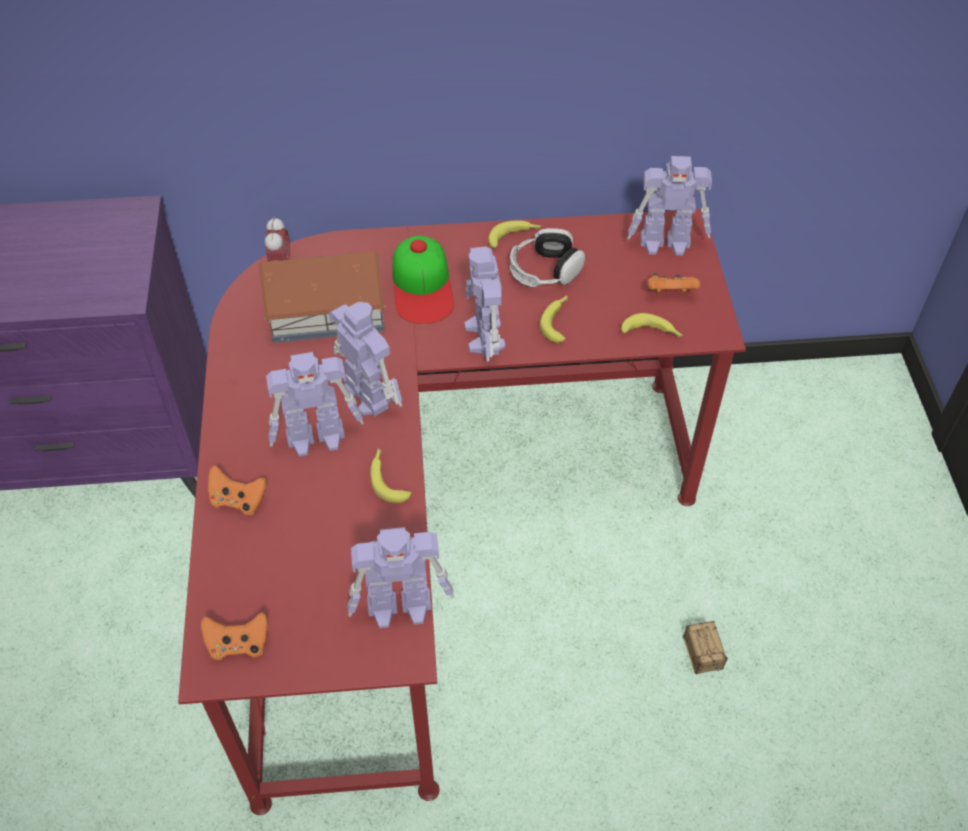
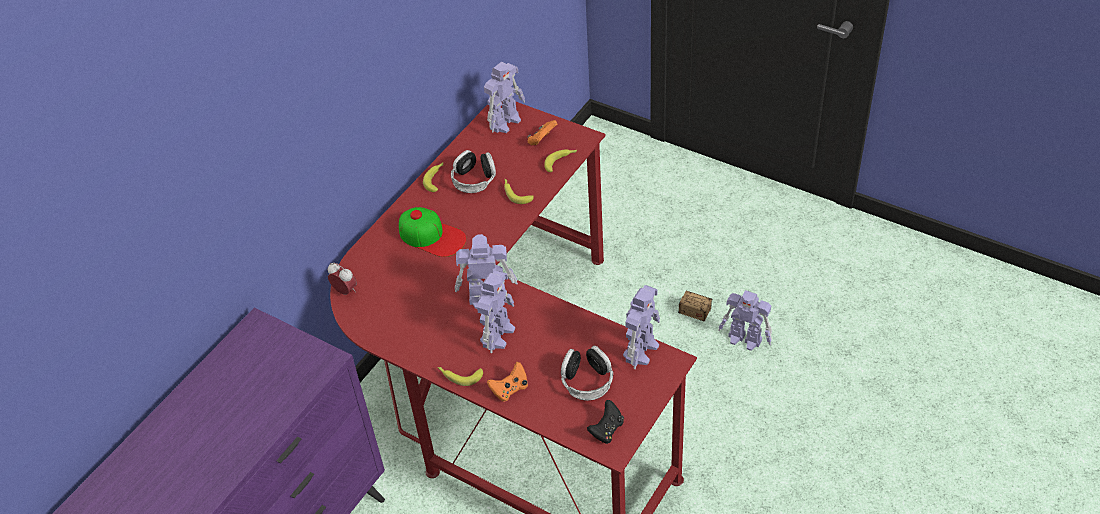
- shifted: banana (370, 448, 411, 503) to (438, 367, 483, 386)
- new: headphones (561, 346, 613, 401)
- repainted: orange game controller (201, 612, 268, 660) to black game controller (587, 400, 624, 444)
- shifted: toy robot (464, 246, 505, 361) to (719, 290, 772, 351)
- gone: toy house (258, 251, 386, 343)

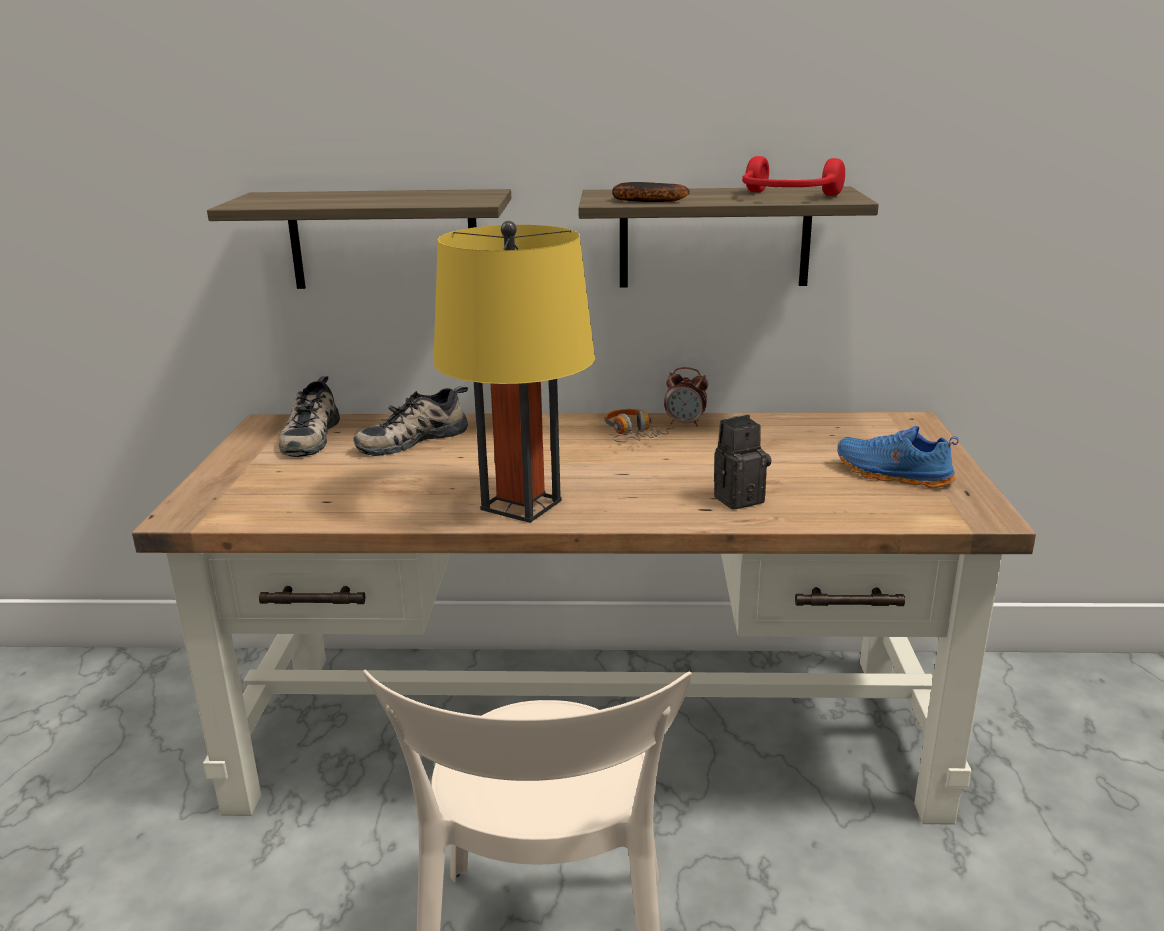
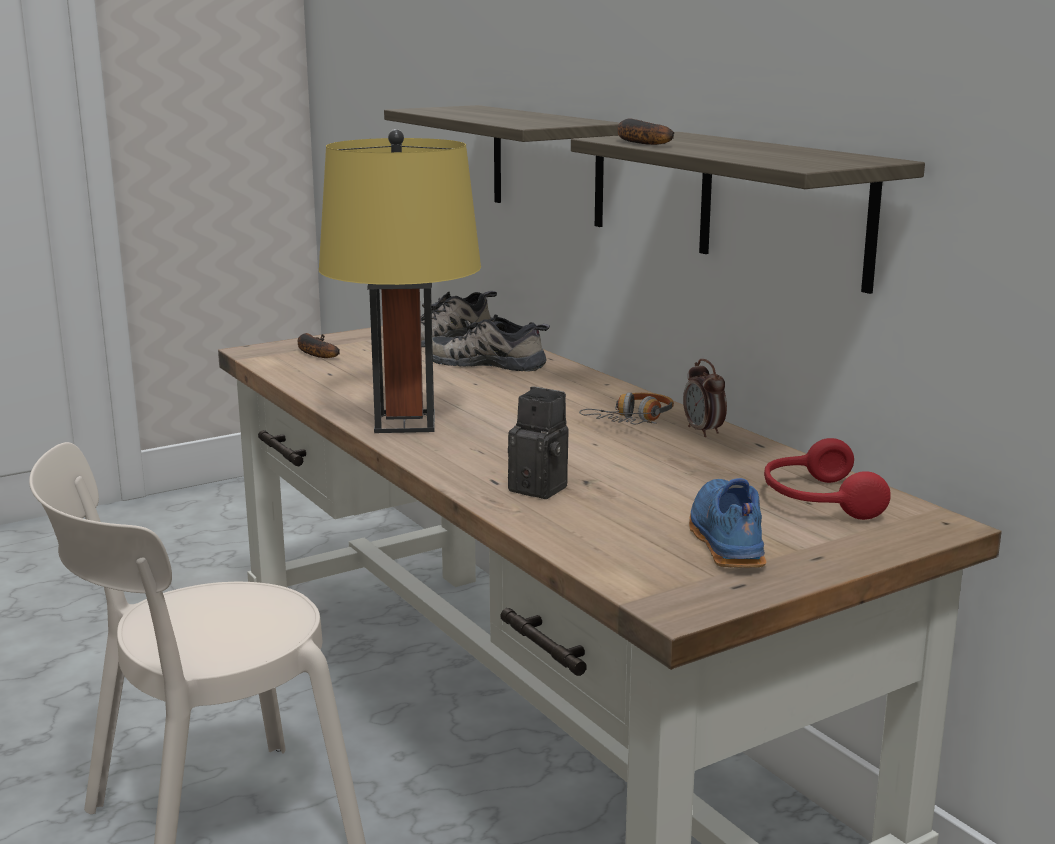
- new: banana (298, 333, 340, 358)
- shifted: red headphones (742, 156, 845, 196) to (764, 438, 891, 520)

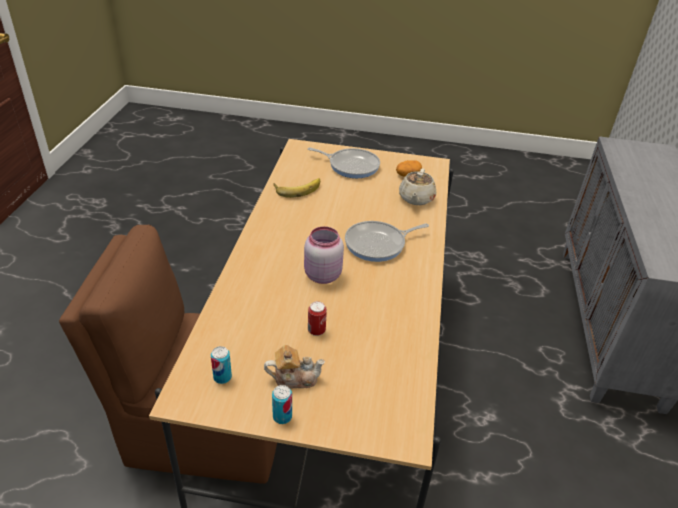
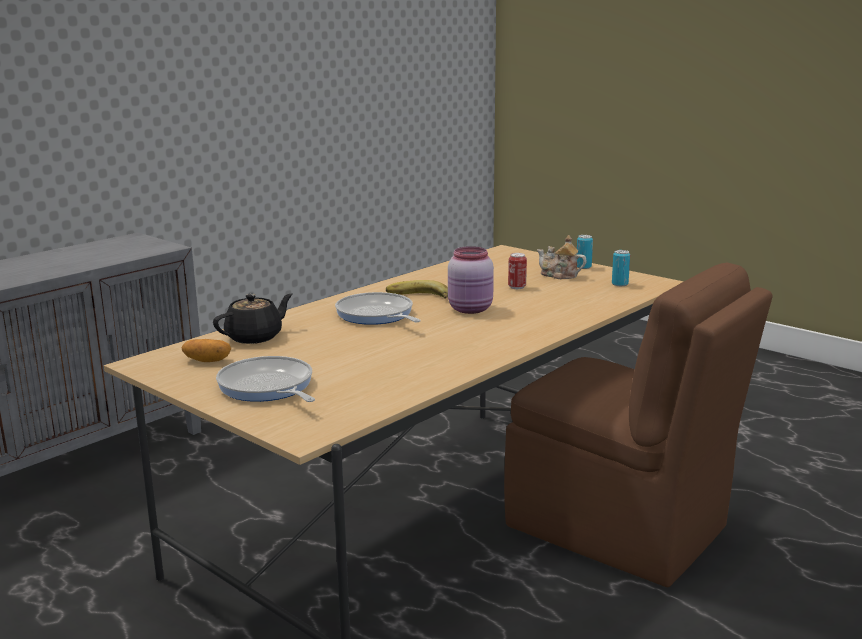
- repainted: beige teapot (399, 169, 436, 205) to black teapot (213, 294, 293, 344)
- rotated: frying pan (345, 221, 429, 262) = (335, 292, 421, 325) 135 degrees counterclockwise
- shifted: banana (274, 178, 320, 198) to (386, 280, 448, 299)

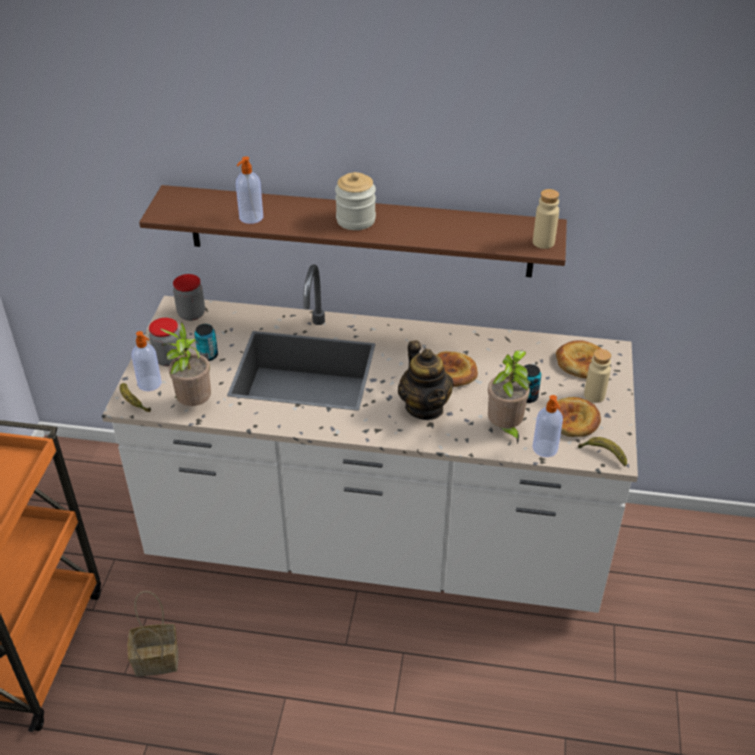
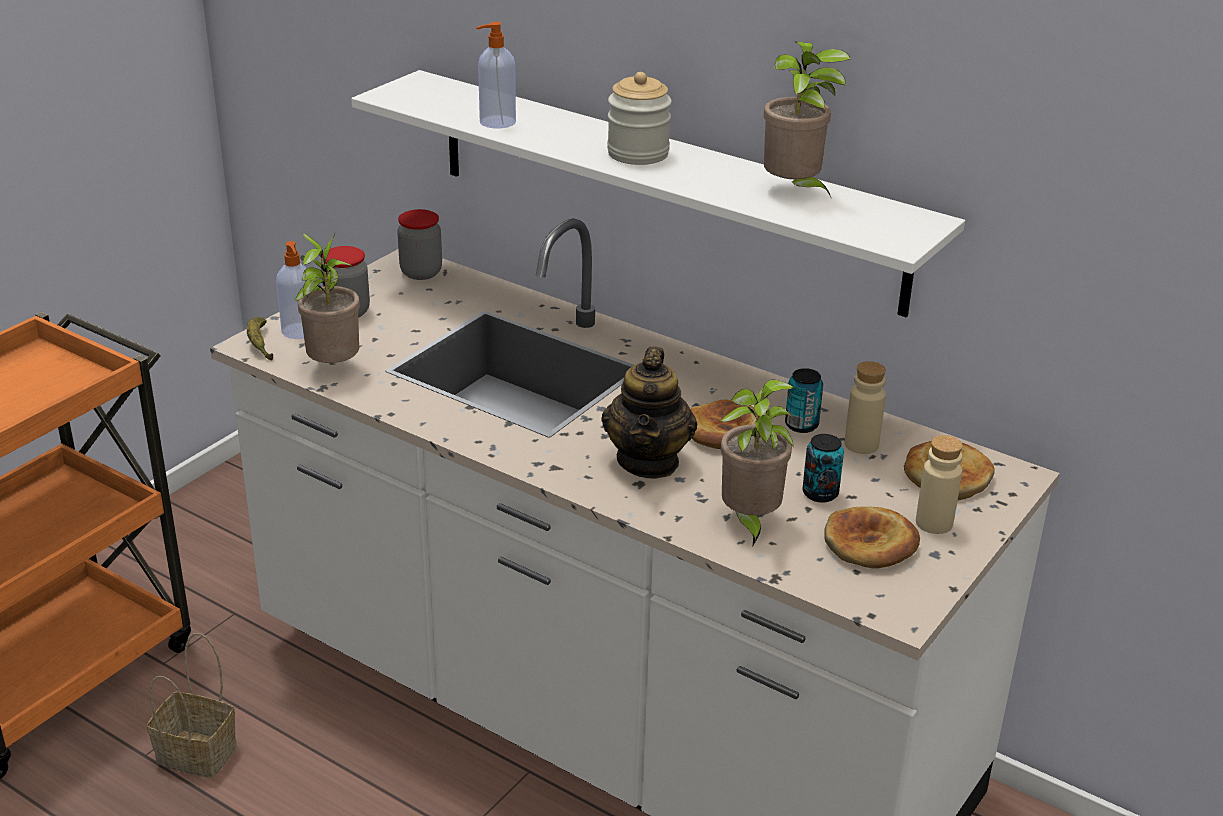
- repainted: brown shelf (139, 185, 567, 277) to white shelf (351, 70, 965, 317)
- new: potted plant (764, 42, 851, 197)
- shifted: can (194, 324, 218, 361) to (785, 368, 823, 433)
- shifted: beige bottle (533, 189, 559, 249) to (845, 361, 886, 454)
- gone: soap dispenser (533, 395, 563, 457)
- gone: banana (578, 437, 627, 466)

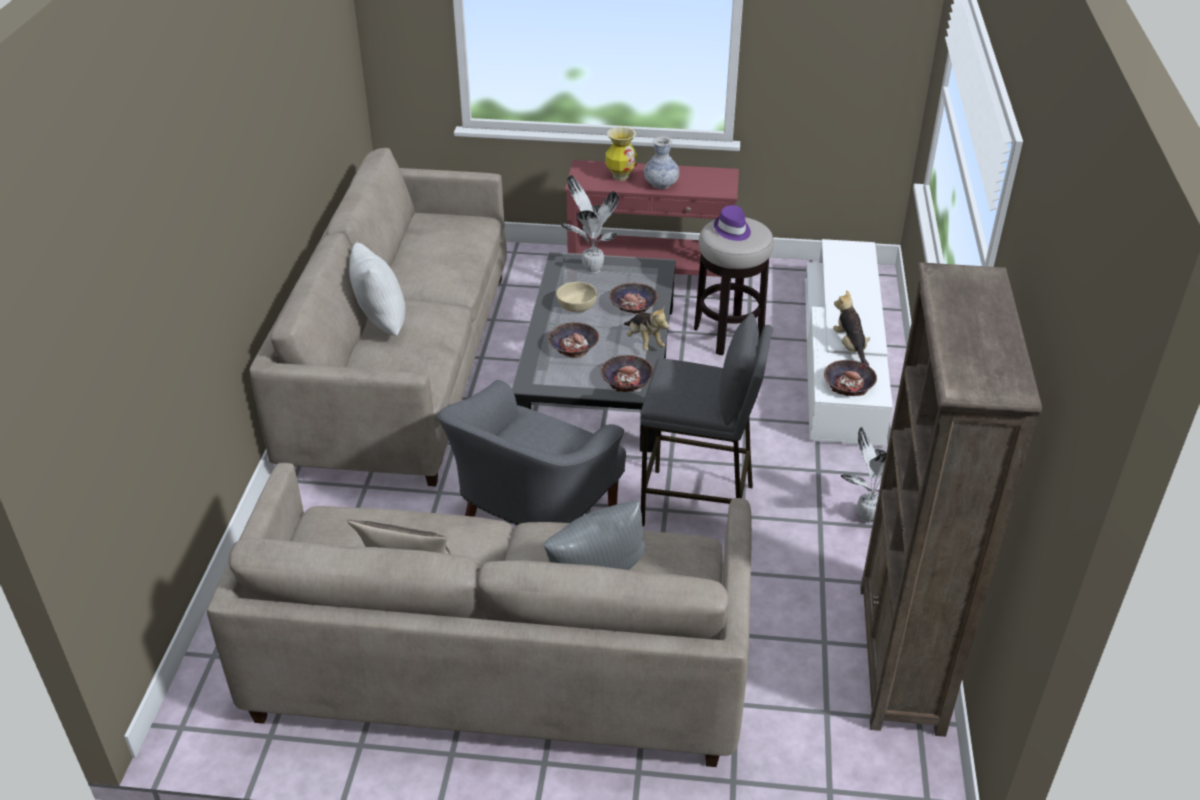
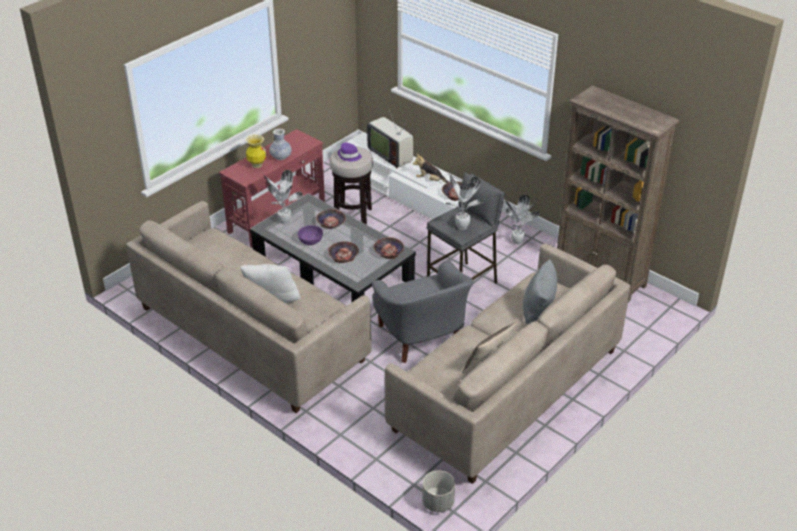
- repainted: beige bowl (556, 282, 597, 312) to purple bowl (298, 225, 323, 245)
- new: television (367, 110, 413, 169)
- new: grey planter (422, 471, 455, 512)
- new: potted plant (445, 174, 485, 230)
- gone: plush toy (624, 306, 669, 351)

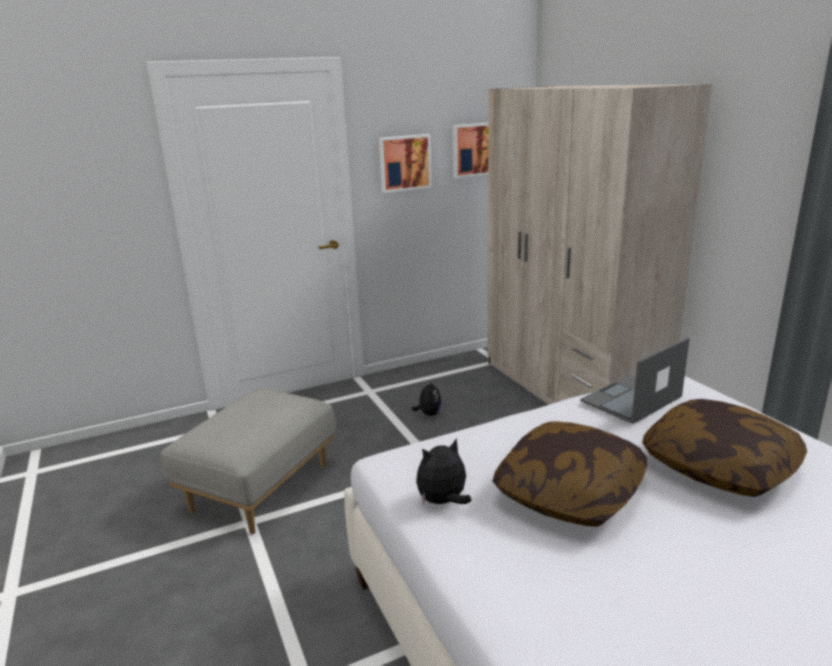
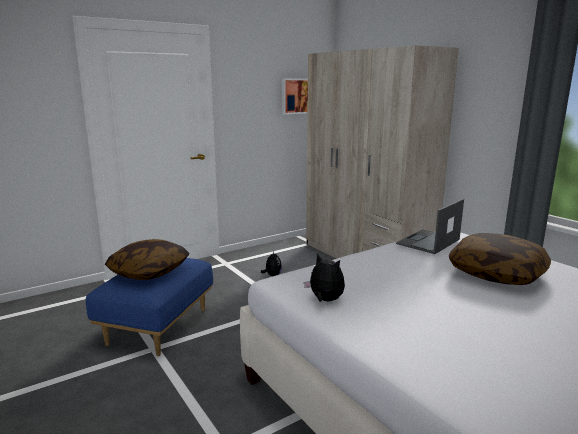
- repainted: grey ottoman (161, 388, 336, 534) to blue ottoman (86, 258, 213, 356)
- shifted: pillow (492, 421, 647, 527) to (105, 239, 190, 280)
- rotated: plush toy (416, 438, 471, 504) = (304, 253, 345, 302) 75 degrees clockwise
- gone: picture (379, 134, 432, 193)

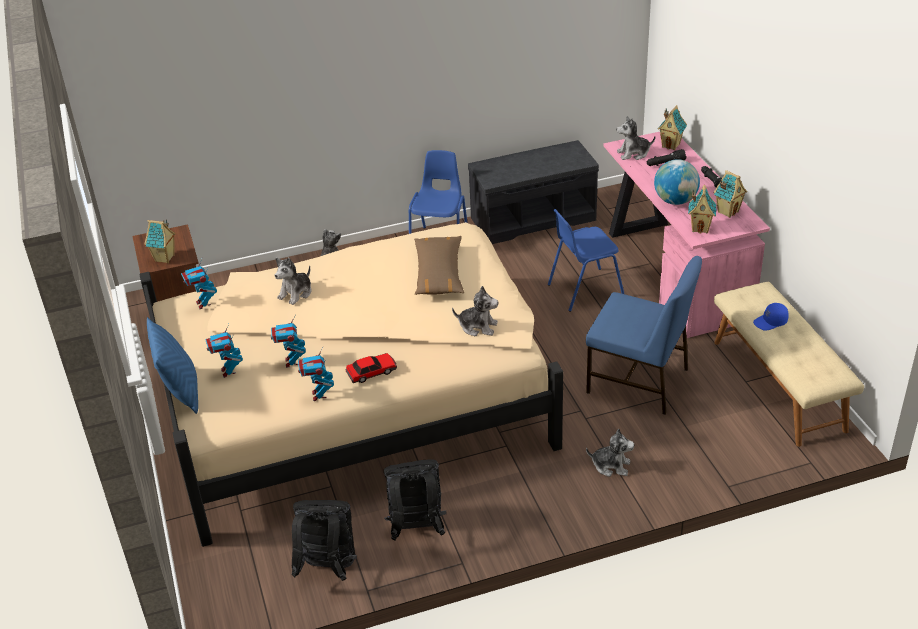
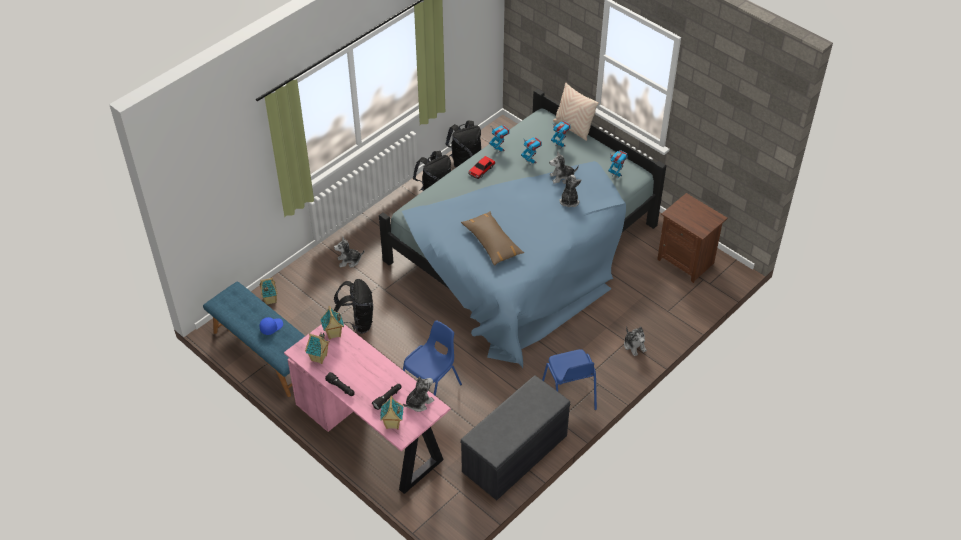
- repainted: beige bench (714, 282, 864, 447) to blue bench (203, 282, 305, 397)
- shifted: toy house (144, 219, 176, 263) to (259, 278, 278, 304)
- swapped: blue chair (586, 256, 702, 415) to black backpack (334, 279, 373, 334)
- repainted: beige bed (139, 222, 563, 547) to blue bed (379, 89, 666, 369)
- shifted: plush toy (452, 286, 499, 337) to (549, 151, 579, 184)
- repainted: blue pillow (147, 317, 198, 414) to beige pillow (553, 82, 599, 141)
- gone: globe (654, 159, 700, 205)

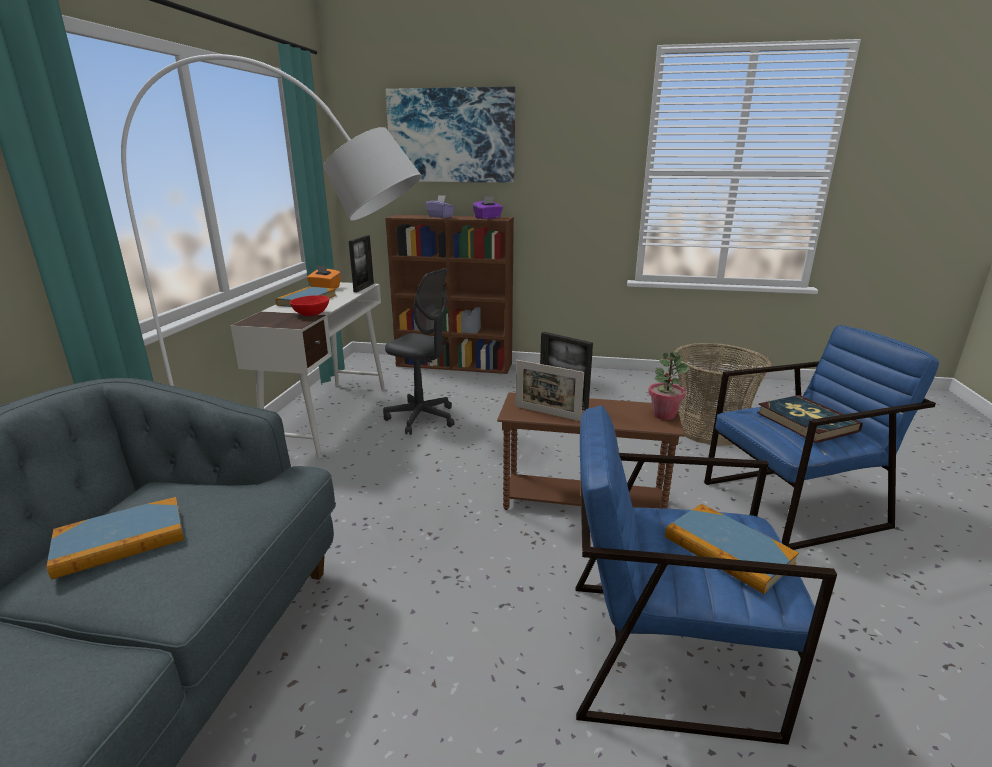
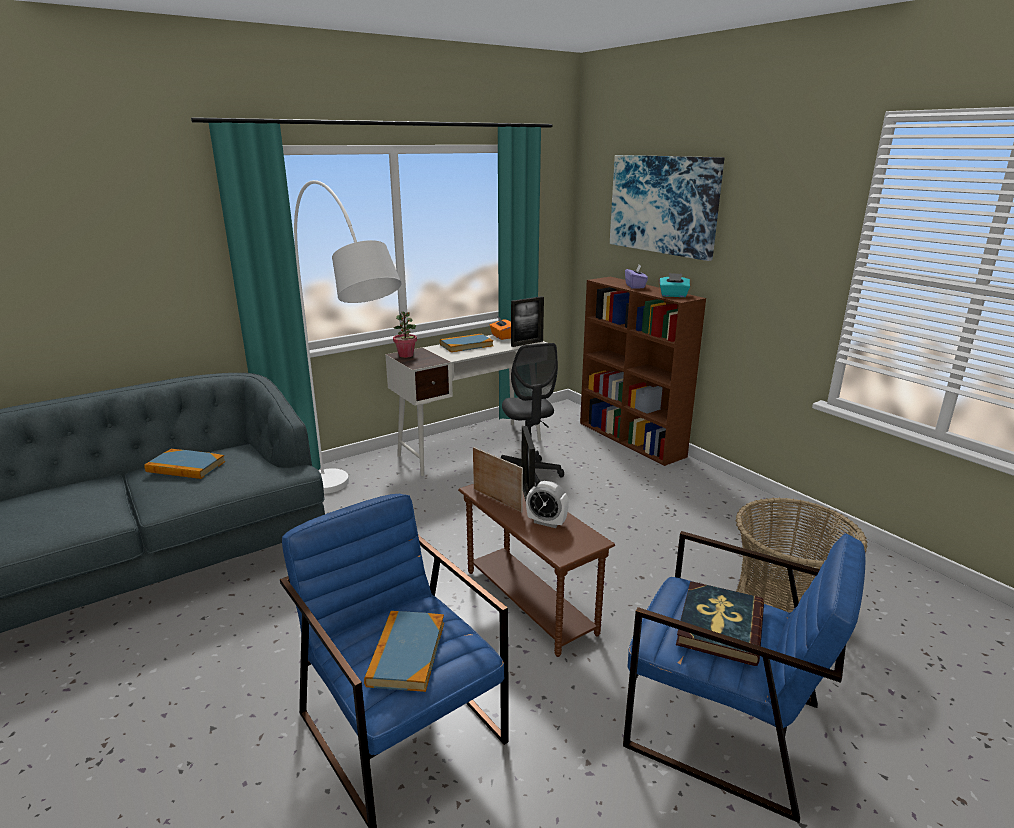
- shifted: potted plant (648, 352, 690, 420) to (393, 311, 417, 358)
- rotated: picture frame (516, 360, 584, 421) = (473, 447, 523, 512) 150 degrees clockwise
- new: alarm clock (526, 481, 569, 528)
- repainted: purple tissue box (473, 196, 503, 219) to turquoise tissue box (660, 273, 690, 297)
- gone: red bowl (290, 295, 329, 316)

